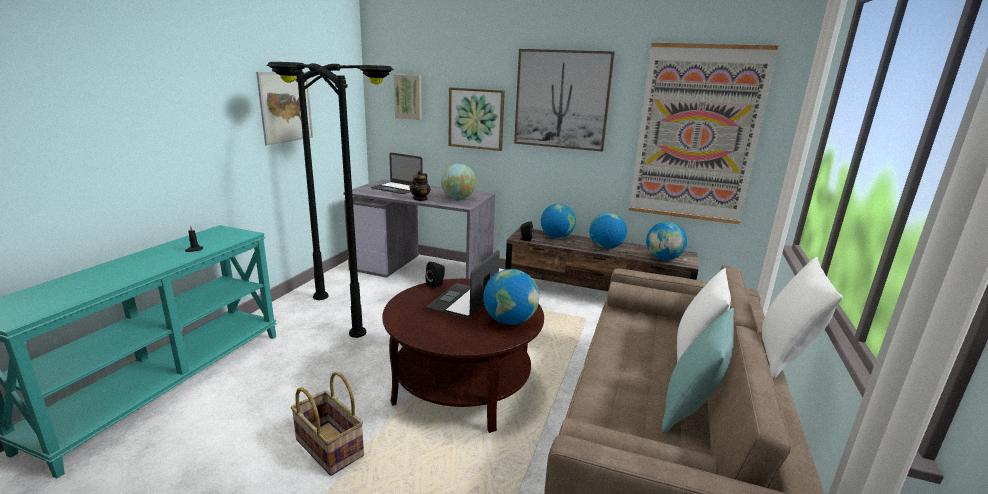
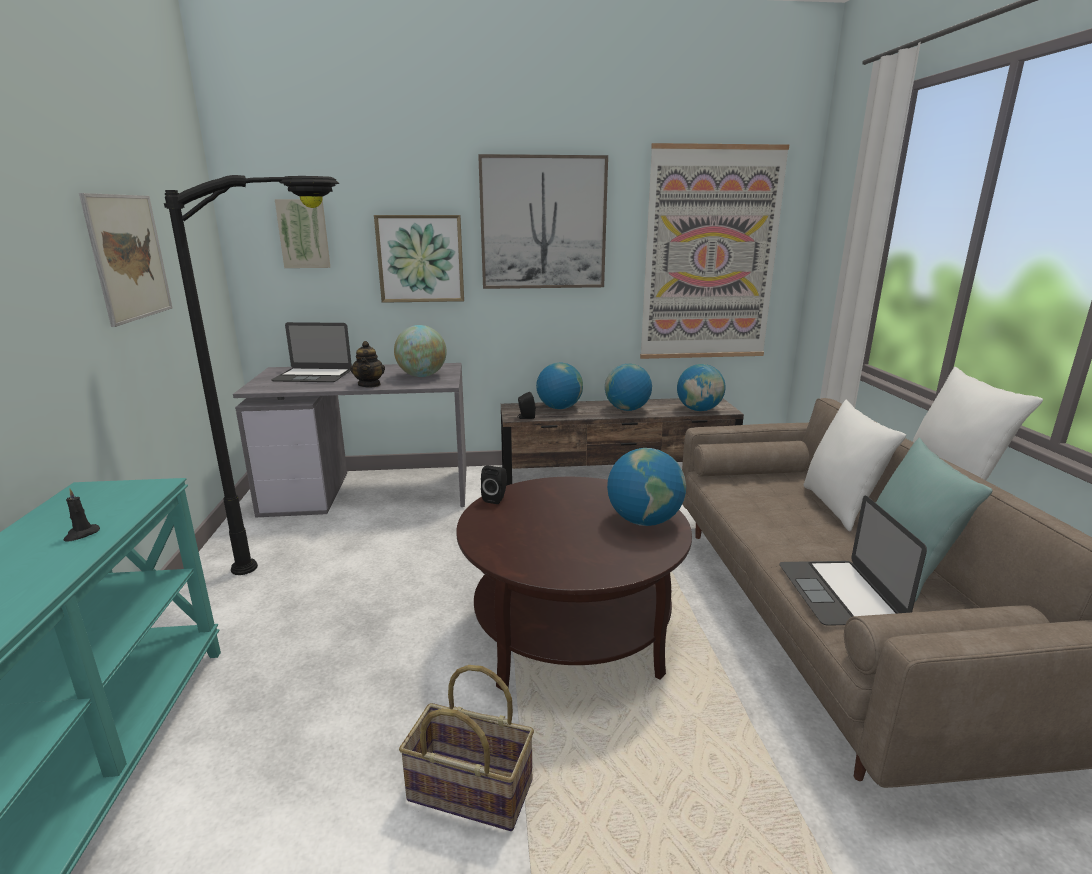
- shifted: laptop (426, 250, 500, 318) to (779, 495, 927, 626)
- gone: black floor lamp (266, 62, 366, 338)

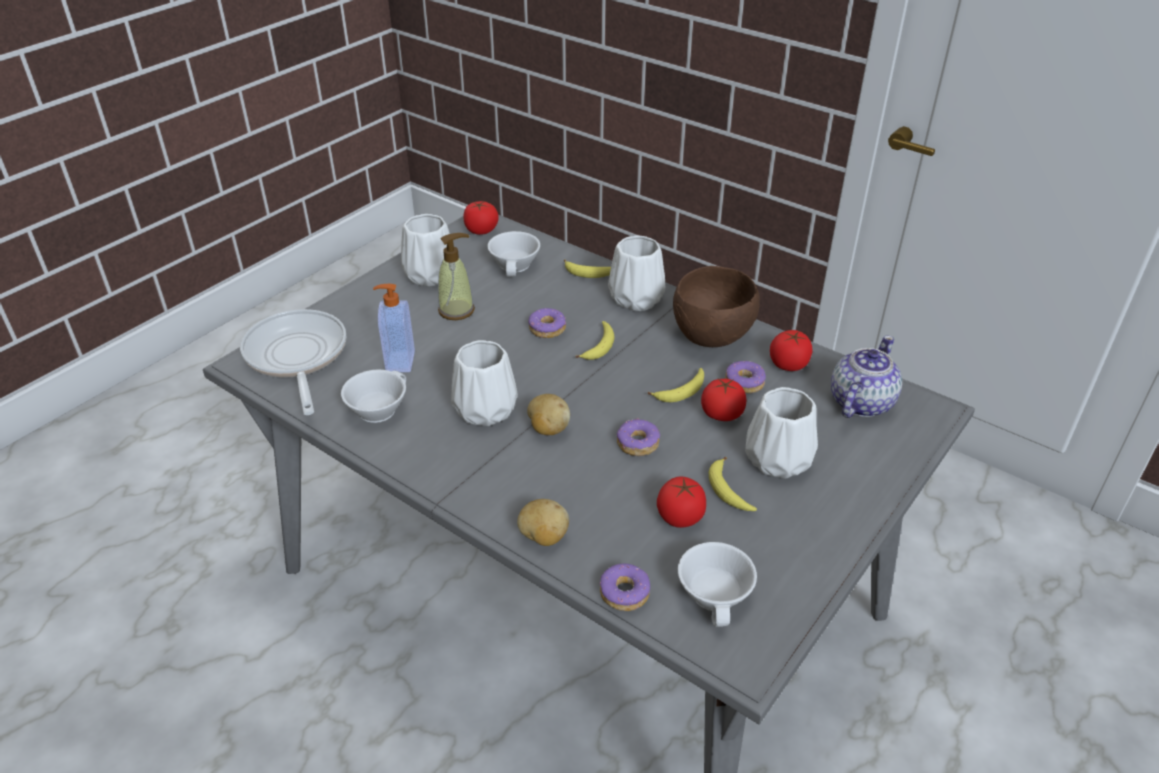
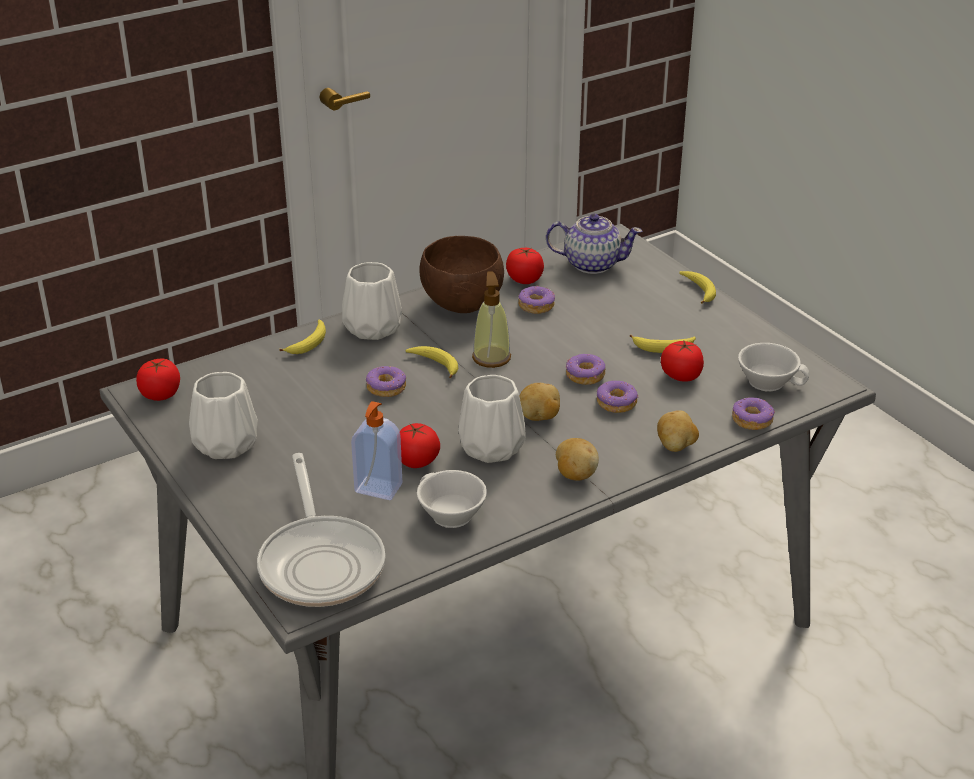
- rotated: frying pan (240, 309, 346, 415) = (257, 453, 386, 607) 105 degrees counterclockwise
- shifted: tomato (701, 379, 747, 421) to (400, 423, 440, 468)
- shifted: soap dispenser (438, 233, 475, 320) to (472, 271, 511, 368)
- rotated: teapot (831, 336, 902, 418) = (546, 214, 643, 274) 135 degrees clockwise
- new: potato (556, 438, 599, 481)
- new: donut (597, 381, 638, 413)
- shifted: banana (648, 368, 704, 402) to (679, 271, 716, 304)
- gone: white cup (487, 231, 540, 277)
- gone: white vase (745, 387, 818, 479)

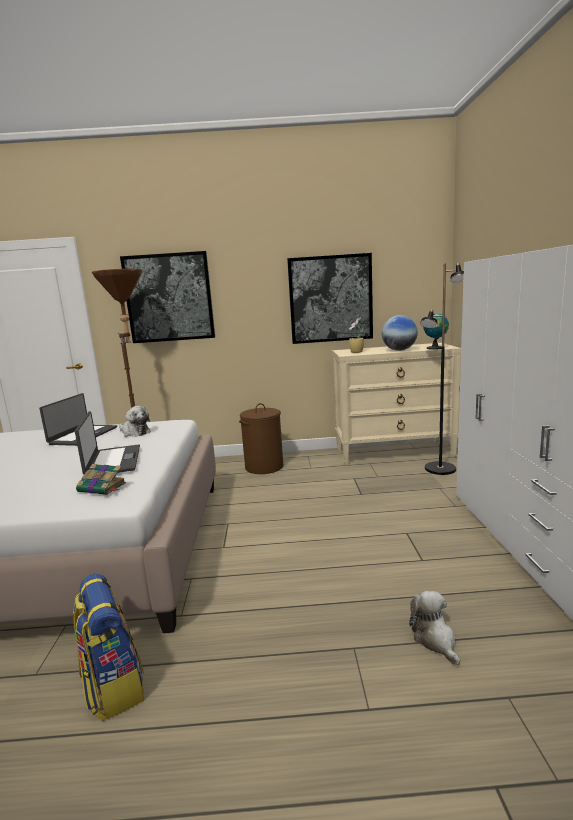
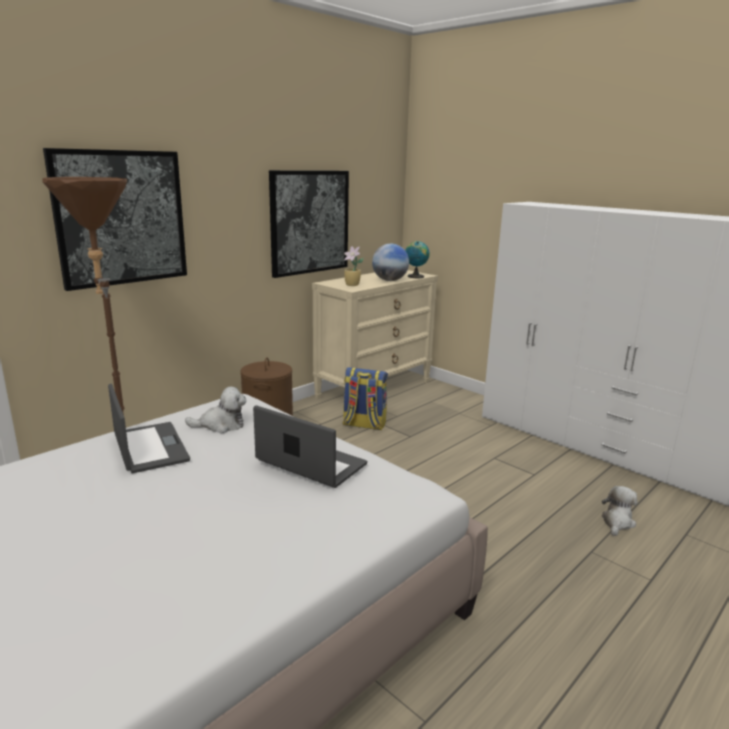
- shifted: backpack (73, 574, 144, 721) to (343, 367, 388, 430)
- rotated: plush toy (409, 591, 460, 666) = (602, 486, 638, 536) 90 degrees clockwise
- gone: book (76, 464, 126, 495)
- gone: black floor lamp (420, 263, 464, 475)

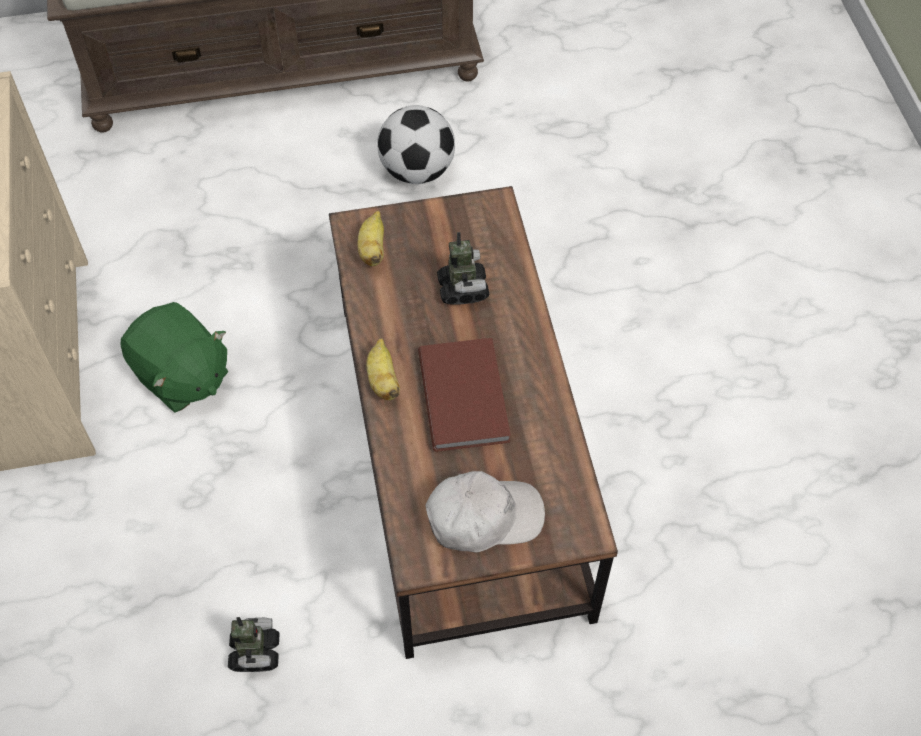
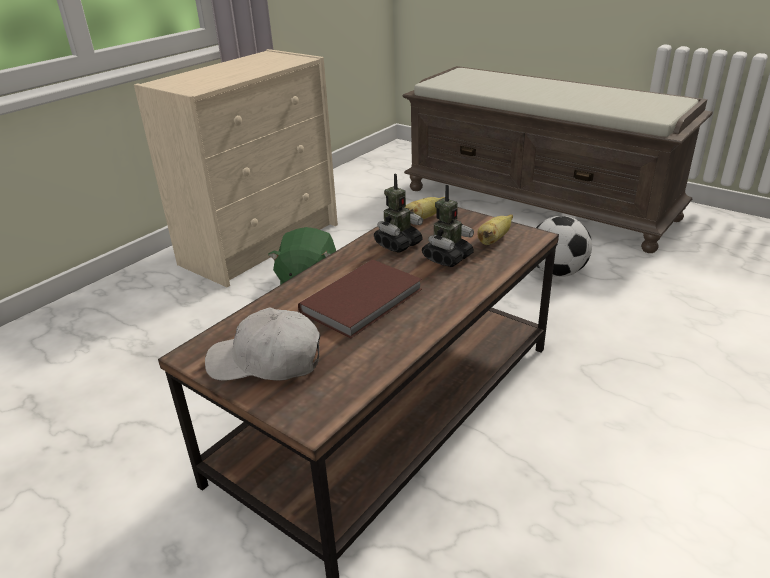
- rotated: white cap (425, 471, 545, 552) = (205, 307, 320, 381) 150 degrees clockwise
- shifted: toy robot (228, 617, 280, 672) to (374, 174, 423, 253)
- shifted: banana (366, 338, 400, 400) to (477, 214, 513, 245)

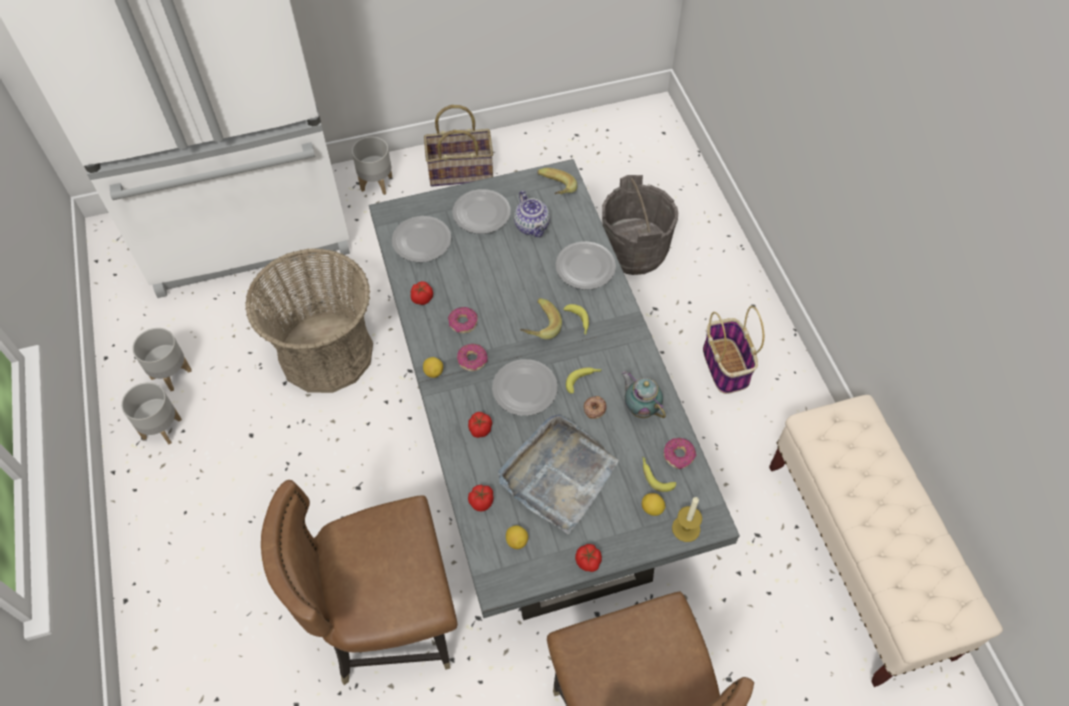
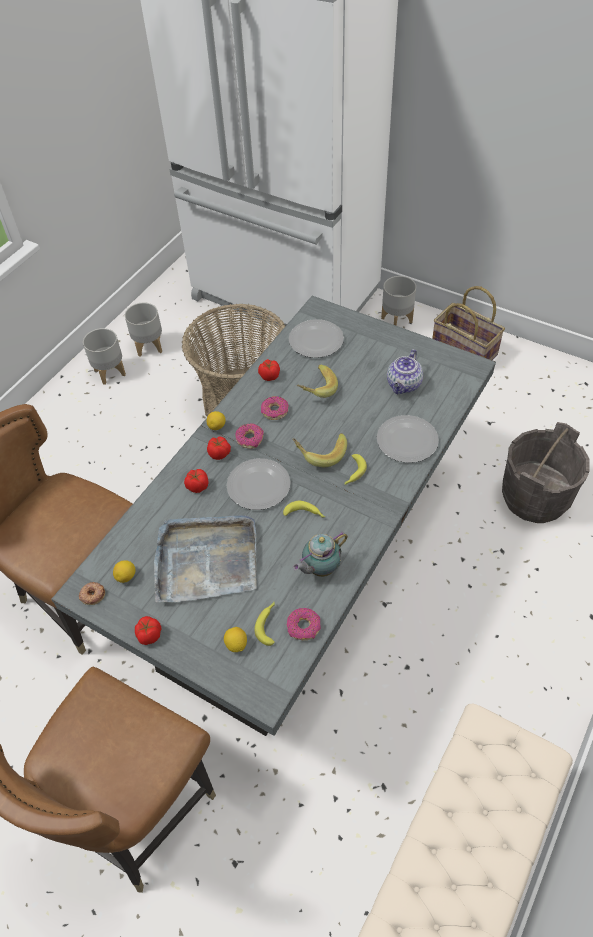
- shifted: donut (584, 396, 607, 419) to (79, 582, 105, 605)
- shifted: tomato (468, 485, 494, 512) to (207, 436, 231, 460)
- rotated: teapot (621, 371, 666, 418) = (293, 531, 348, 577) 135 degrees counterclockwise
- shifted: banana (537, 168, 577, 195) to (297, 365, 338, 398)
- gone: plate (453, 189, 511, 234)
- gone: candle (672, 497, 702, 542)
- gone: basket (703, 306, 764, 394)

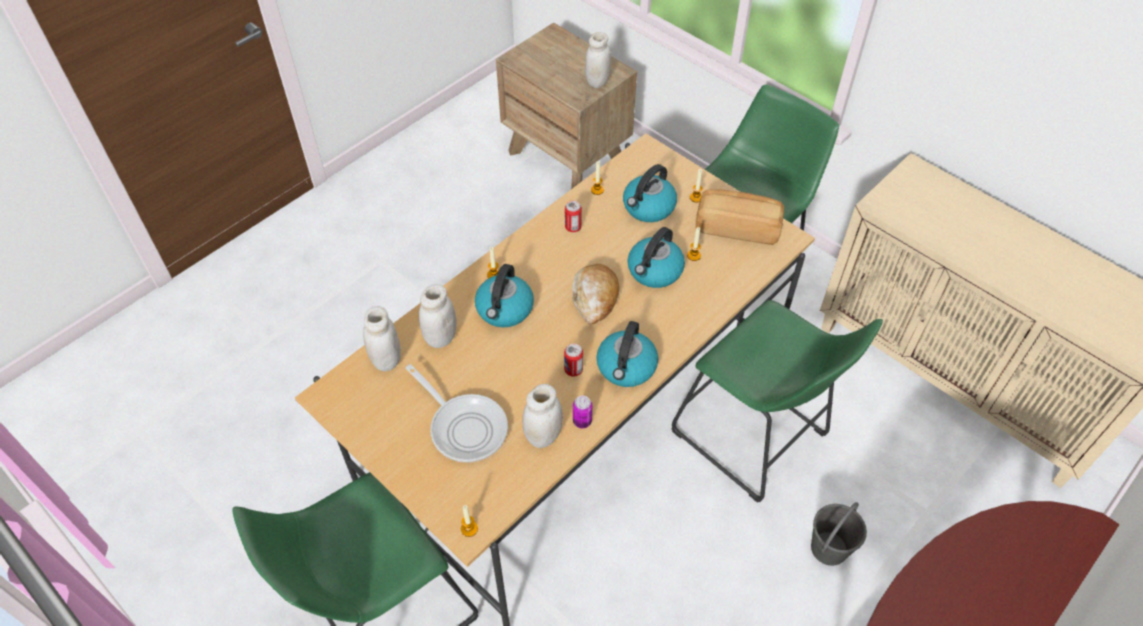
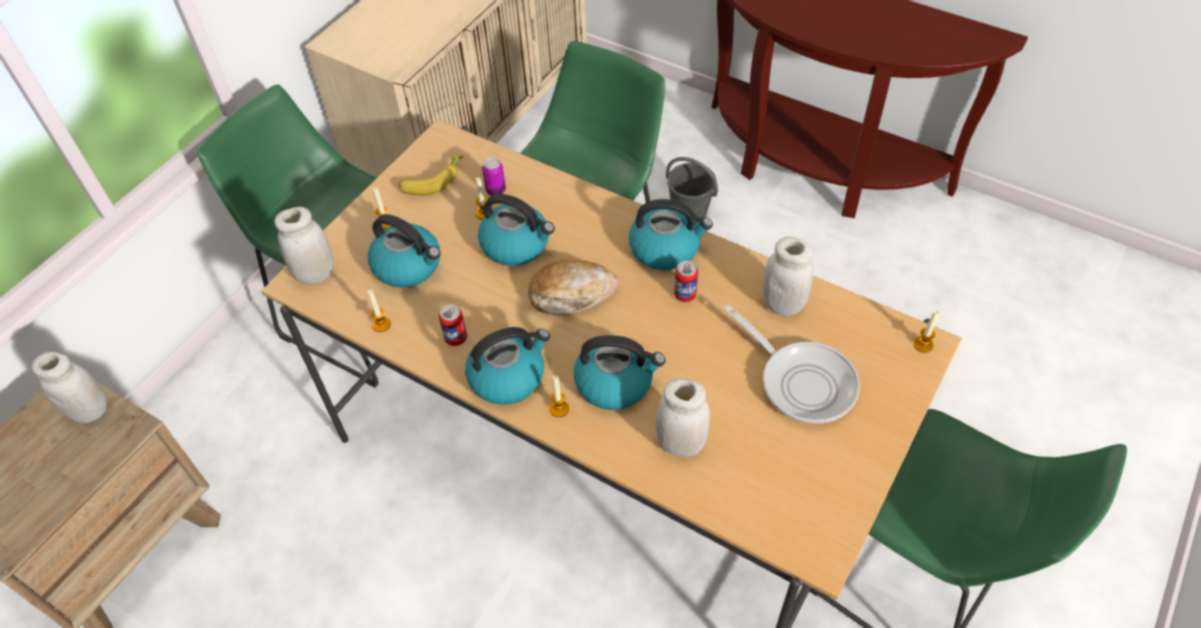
- shifted: white jar (363, 306, 401, 371) to (274, 207, 333, 284)
- swapped: bread (696, 189, 784, 245) to banana (399, 155, 464, 196)
- new: kettle (465, 327, 550, 405)
- shifted: can (573, 396, 592, 428) to (482, 157, 506, 196)
- rotated: frying pan (406, 364, 508, 463) = (723, 304, 860, 424) 105 degrees clockwise

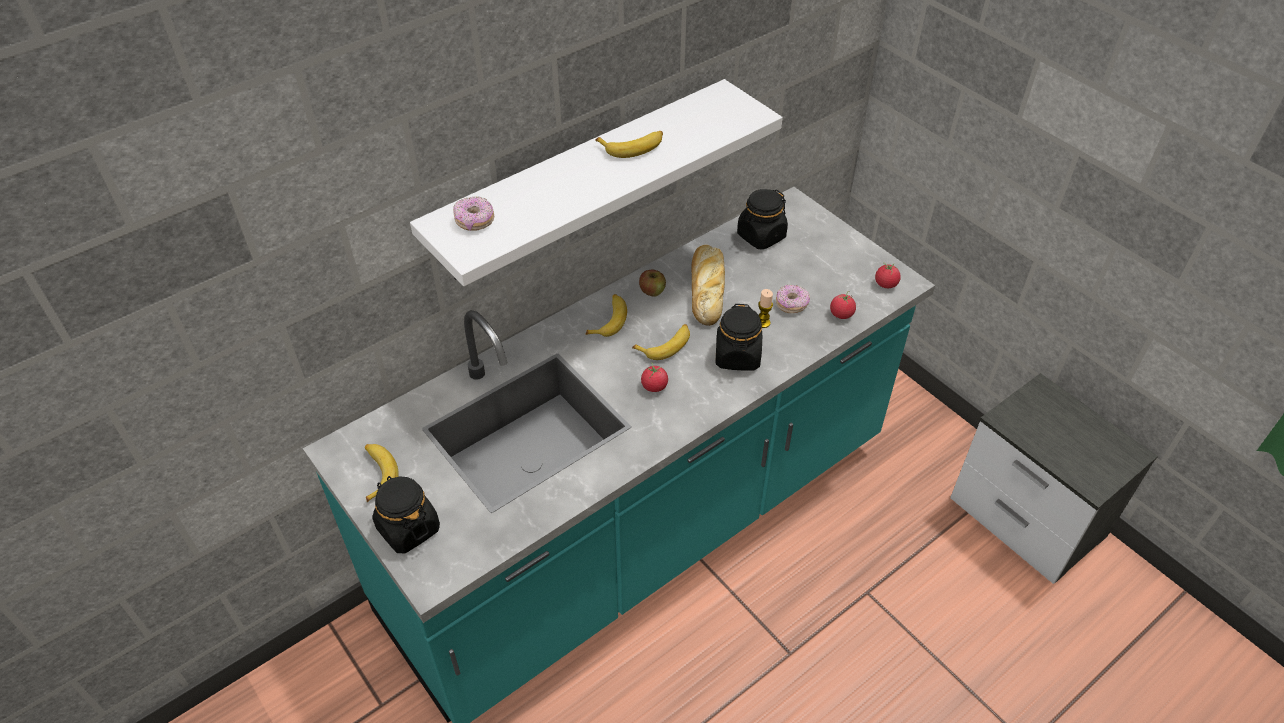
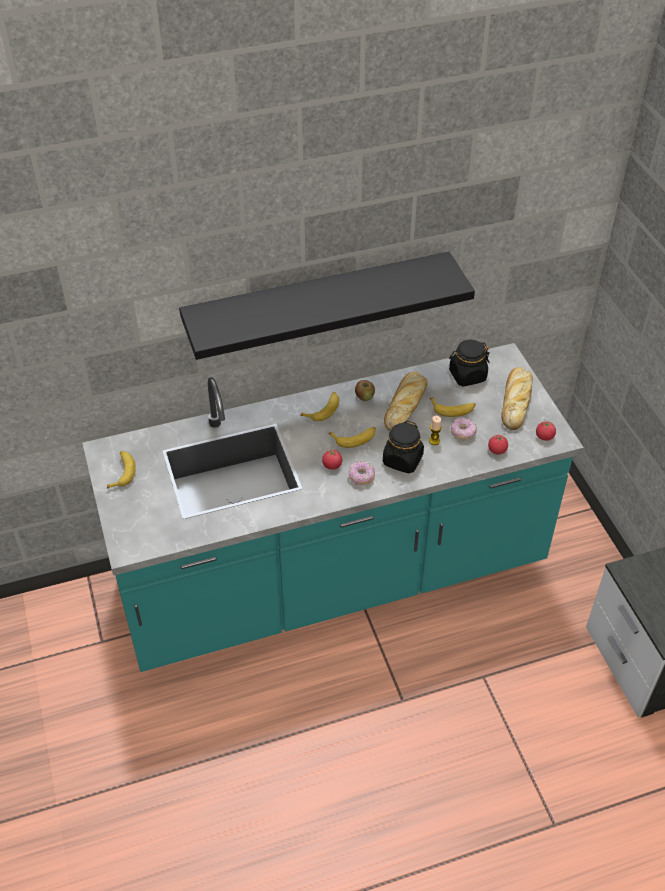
- repainted: white shelf (410, 79, 783, 286) to black shelf (179, 252, 475, 360)
- shifted: donut (453, 196, 494, 231) to (349, 461, 375, 485)
- shifted: banana (595, 131, 663, 158) to (430, 397, 476, 417)
- new: bread (501, 367, 533, 430)
- gone: black jar (372, 476, 440, 553)

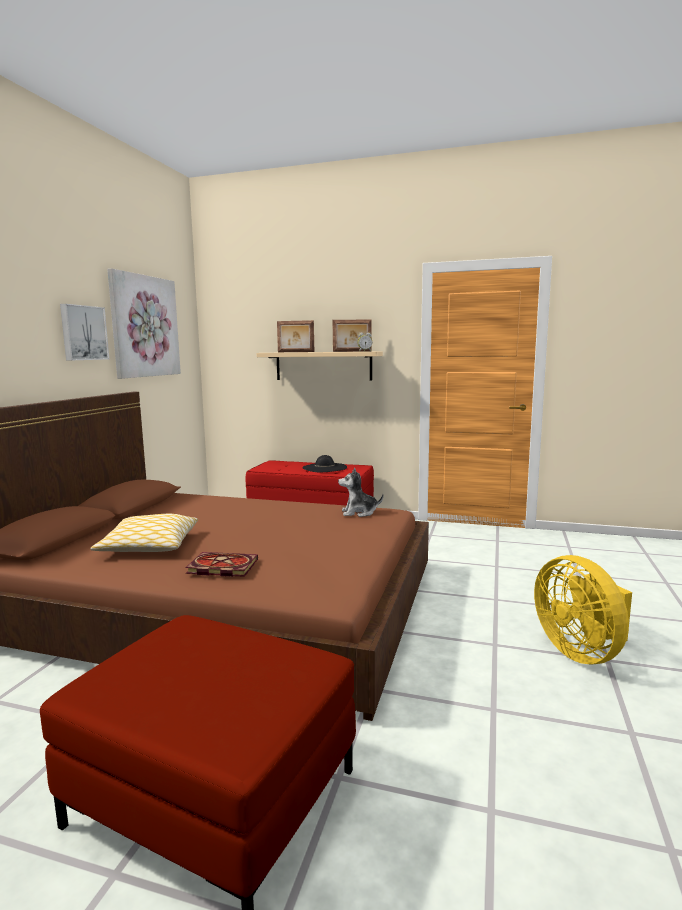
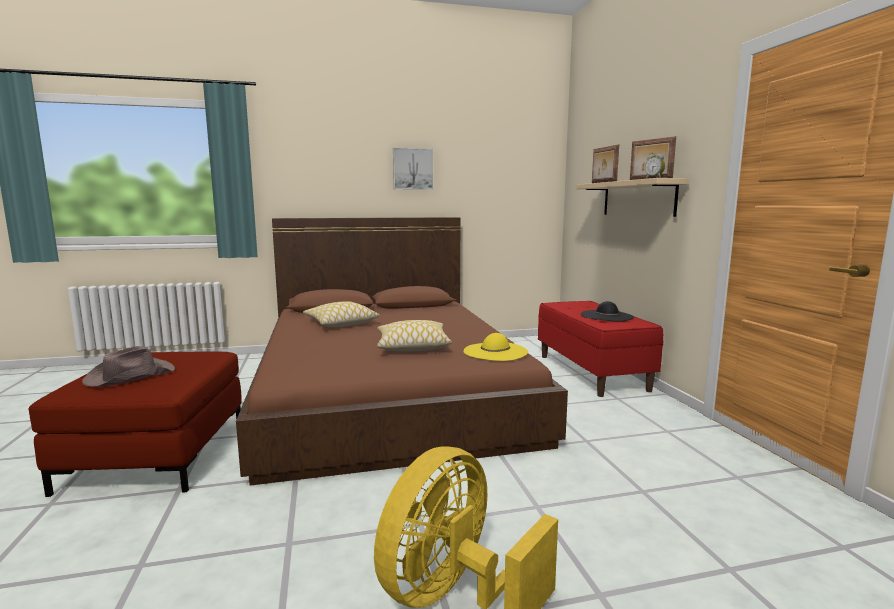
- new: brown hat (82, 346, 175, 387)
- new: pillow (377, 320, 452, 351)
- swapped: plush toy (338, 468, 383, 517) to yellow hat (463, 333, 528, 361)
- gone: picture (107, 268, 181, 379)
- gone: book (185, 552, 258, 577)

